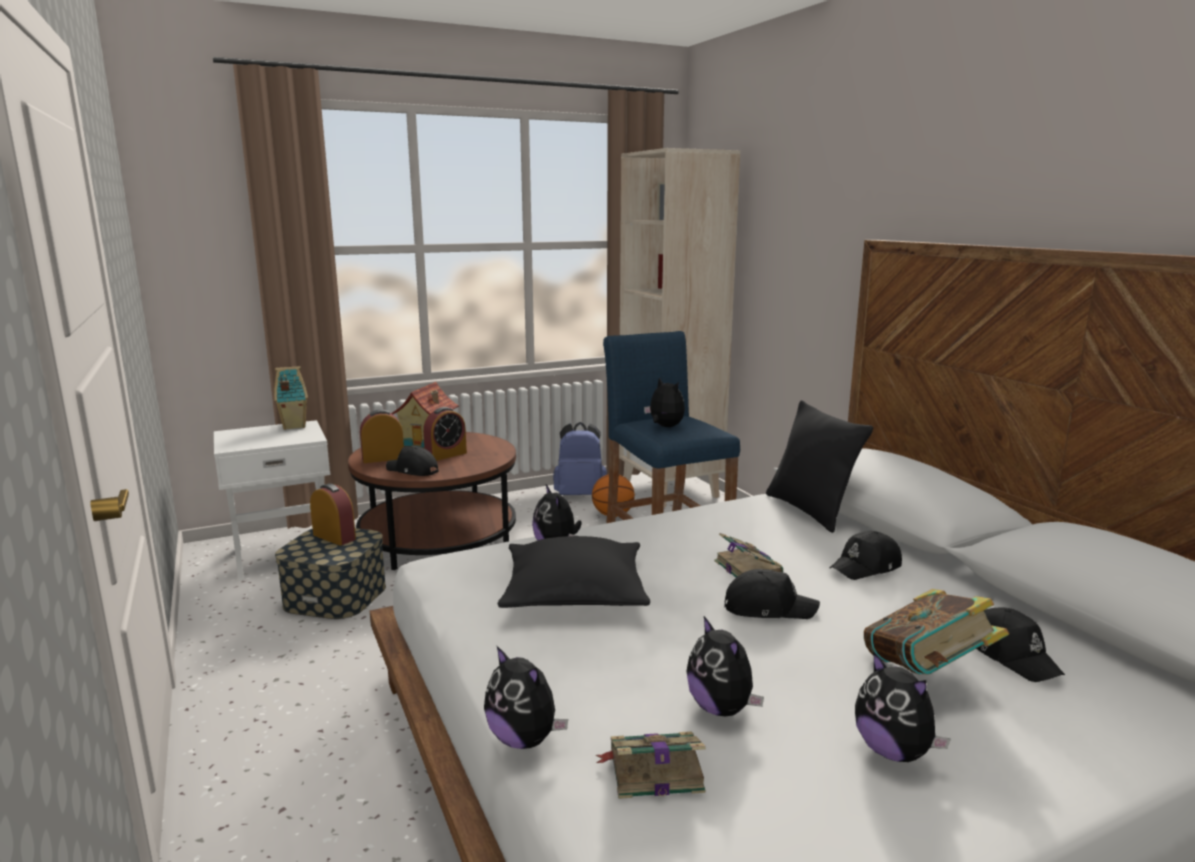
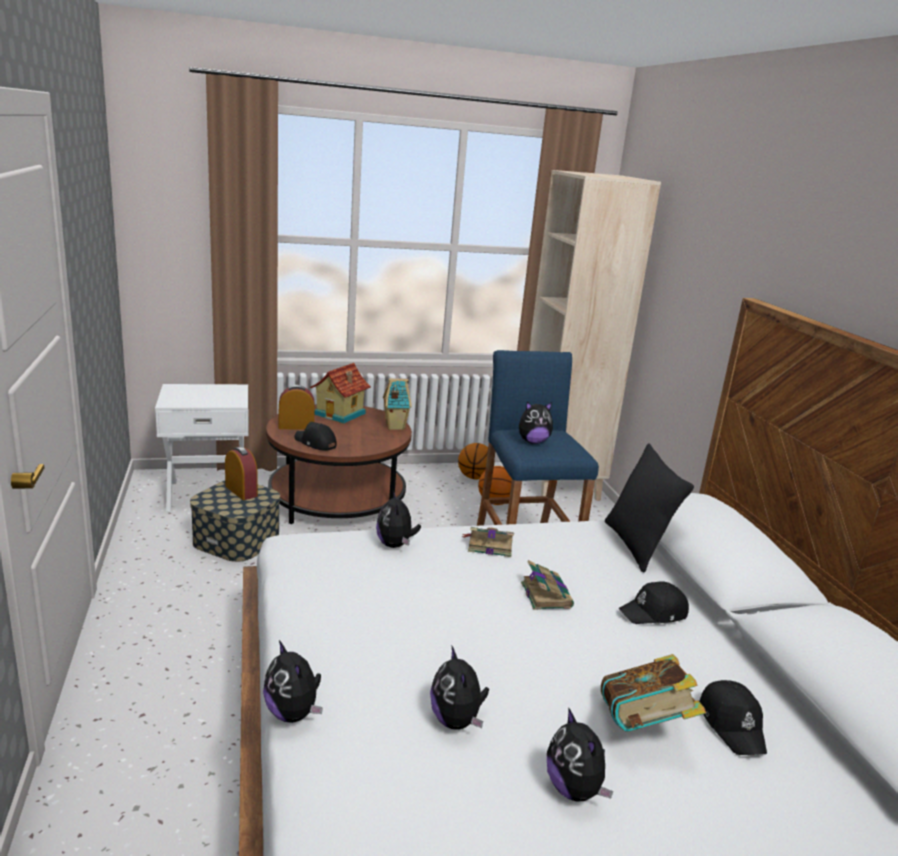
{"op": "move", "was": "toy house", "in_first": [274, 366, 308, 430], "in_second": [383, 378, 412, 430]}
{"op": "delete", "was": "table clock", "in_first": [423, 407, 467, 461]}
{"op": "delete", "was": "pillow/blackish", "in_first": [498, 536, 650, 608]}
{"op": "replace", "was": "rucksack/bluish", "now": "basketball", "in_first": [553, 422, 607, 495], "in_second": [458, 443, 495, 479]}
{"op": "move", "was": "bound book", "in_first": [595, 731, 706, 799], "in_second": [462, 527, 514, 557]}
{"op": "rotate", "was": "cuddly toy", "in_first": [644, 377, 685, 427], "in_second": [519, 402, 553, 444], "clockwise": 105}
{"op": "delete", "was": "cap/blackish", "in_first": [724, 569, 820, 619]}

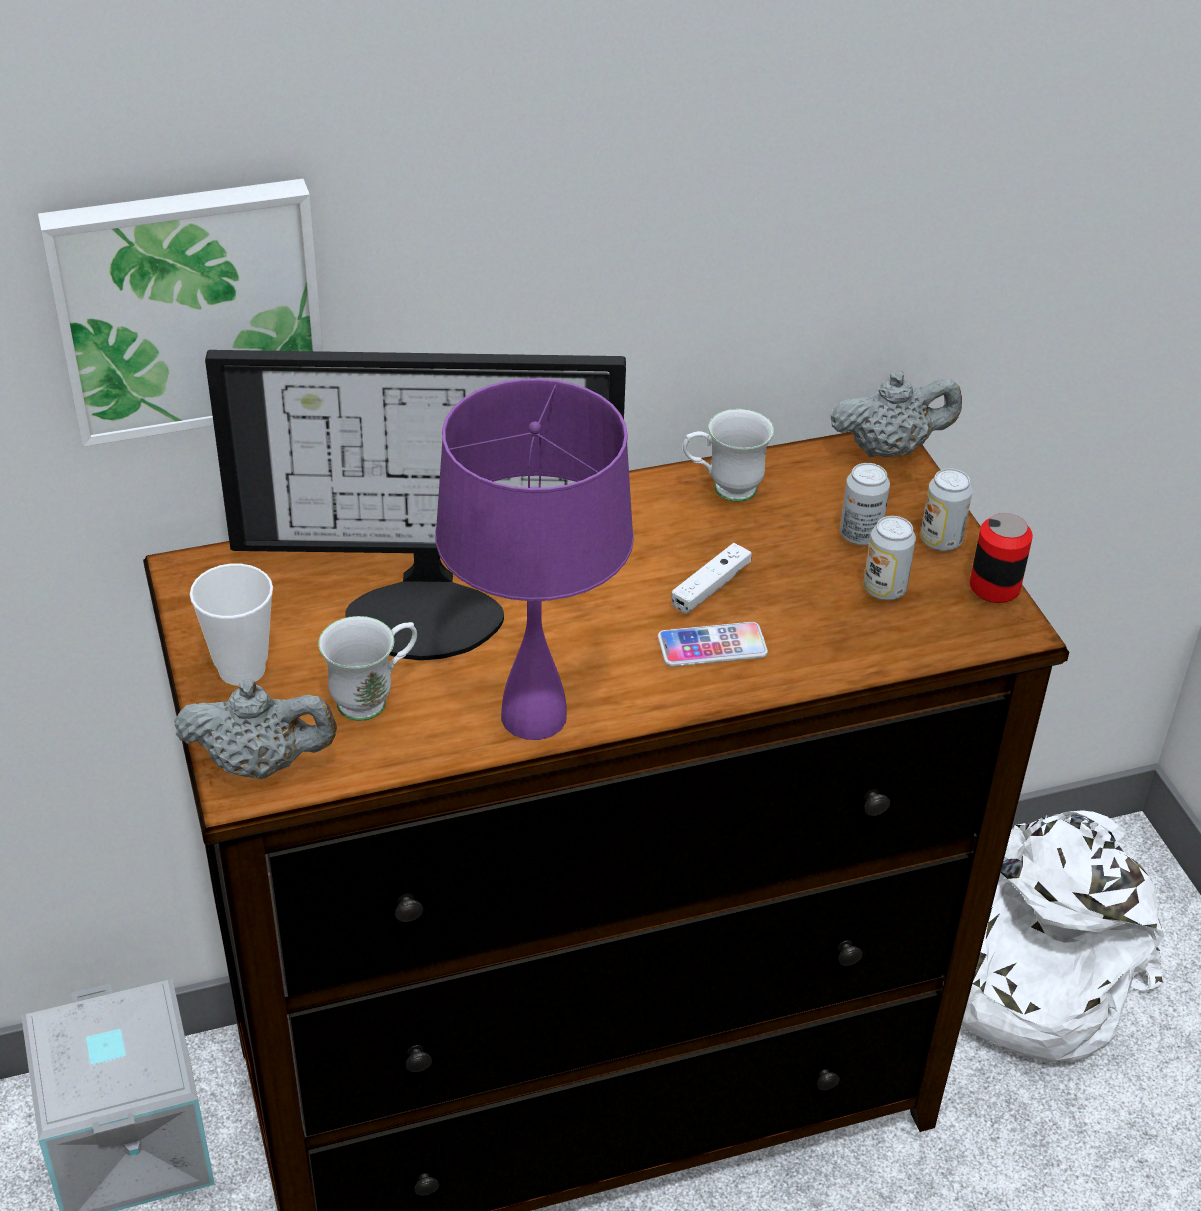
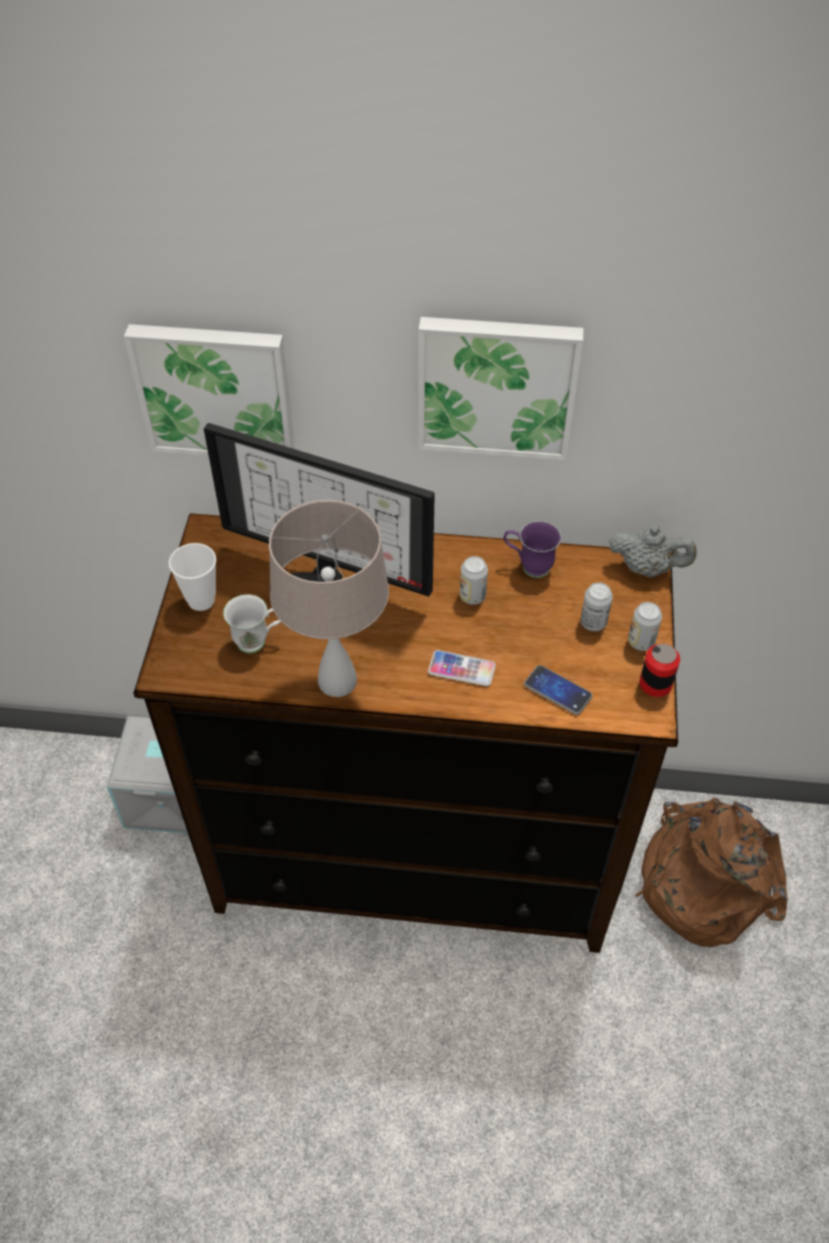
{"op": "delete", "was": "tea pot/greyish", "in_first": [174, 679, 337, 779]}
{"op": "recolor", "was": "table lamp/purple-coloured", "now": "table lamp/sand-coloured", "in_first": [435, 378, 634, 740], "in_second": [269, 500, 389, 697]}
{"op": "delete", "was": "game controller/whitish", "in_first": [671, 543, 752, 614]}
{"op": "recolor", "was": "coffee mug/whitish", "now": "coffee mug/purple-coloured", "in_first": [683, 409, 774, 502], "in_second": [504, 521, 561, 578]}
{"op": "move", "was": "can", "in_first": [864, 516, 916, 600], "in_second": [460, 556, 488, 605]}
{"op": "recolor", "was": "rucksack/whitish", "now": "rucksack/brown-coloured", "in_first": [961, 810, 1164, 1061], "in_second": [635, 798, 788, 947]}
{"op": "insert", "now": "picture", "in_second": [418, 317, 584, 460]}
{"op": "insert", "now": "handset", "in_second": [524, 665, 593, 715]}

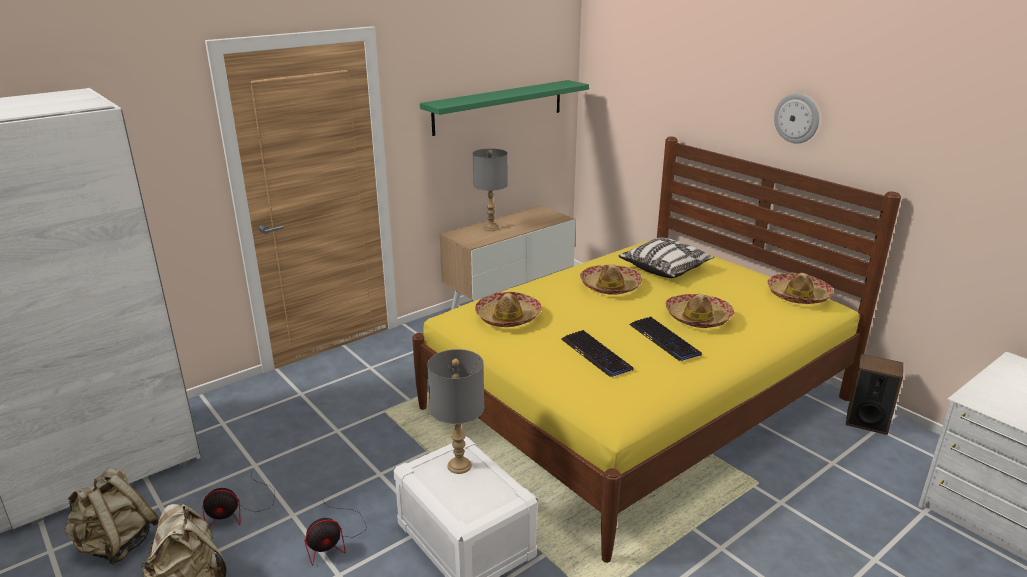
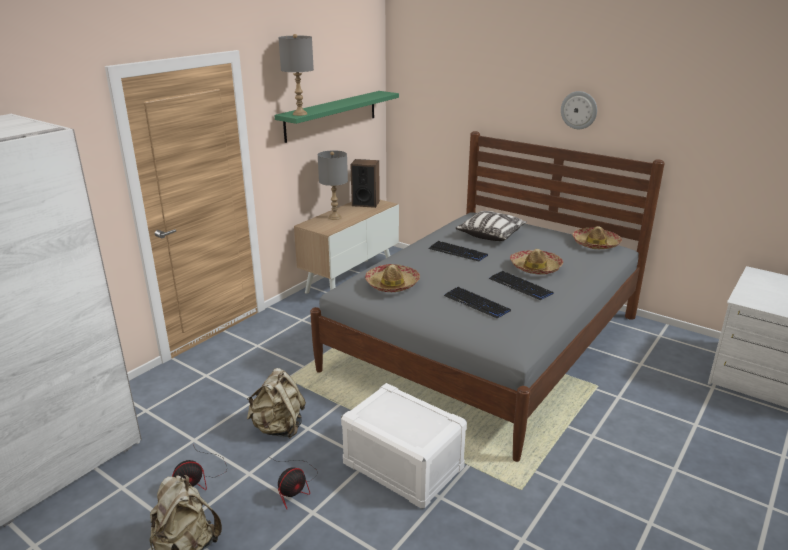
{"op": "move", "was": "rucksack/sand-coloured", "in_first": [65, 467, 159, 565], "in_second": [247, 368, 306, 439]}
{"op": "recolor", "was": "bedroom bed/yellow", "now": "bedroom bed/greyish", "in_first": [412, 137, 901, 563], "in_second": [310, 131, 665, 462]}
{"op": "move", "was": "table lamp/greyish", "in_first": [427, 349, 484, 474], "in_second": [278, 34, 314, 116]}
{"op": "replace", "was": "hat", "now": "keyboard", "in_first": [580, 264, 642, 295], "in_second": [429, 241, 488, 261]}
{"op": "move", "was": "loudspeaker", "in_first": [846, 354, 903, 435], "in_second": [350, 159, 380, 208]}

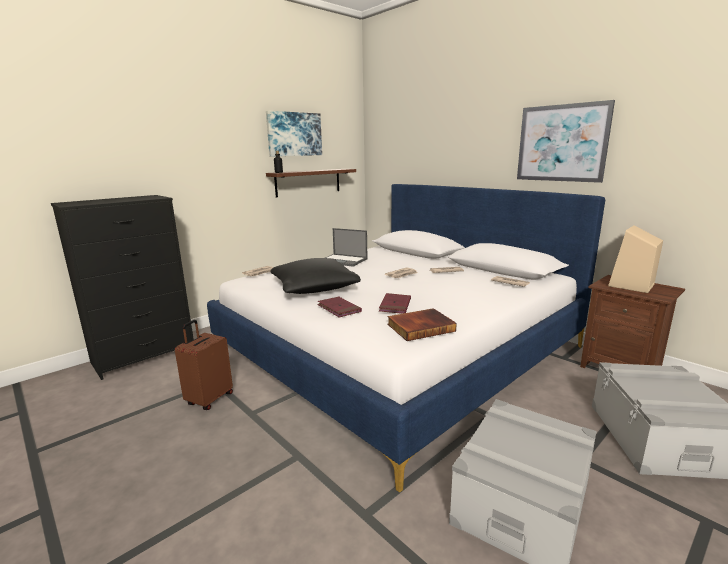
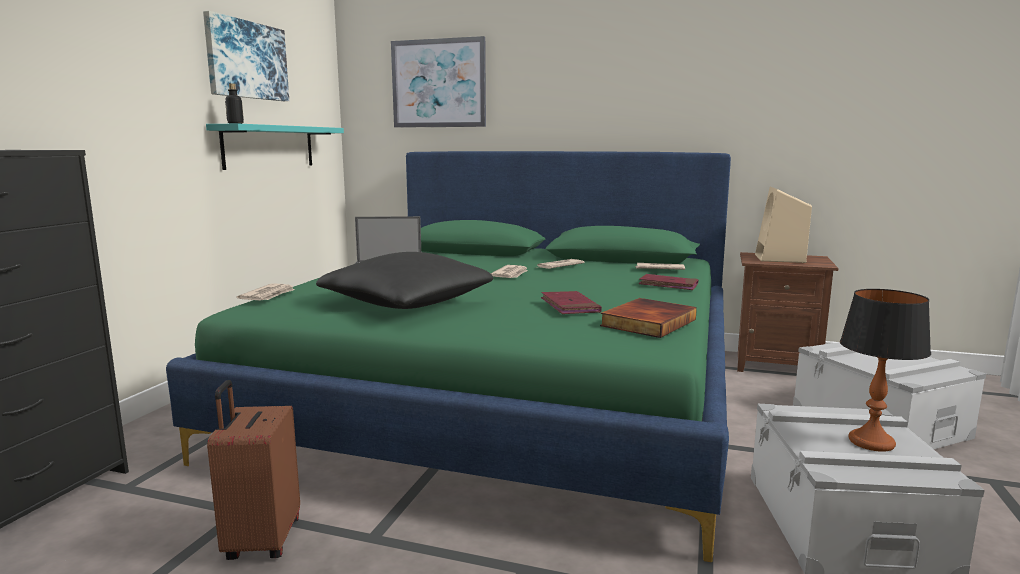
{"op": "recolor", "was": "bedroom bed/whitish", "now": "bedroom bed/green", "in_first": [207, 184, 605, 492], "in_second": [166, 151, 731, 562]}
{"op": "recolor", "was": "wall shelf/brown-coloured", "now": "wall shelf/turquoise-coloured", "in_first": [266, 169, 356, 197], "in_second": [206, 123, 344, 170]}
{"op": "move", "was": "bound book/red", "in_first": [317, 297, 362, 318], "in_second": [639, 274, 698, 290]}
{"op": "move", "was": "picture", "in_first": [517, 100, 615, 183], "in_second": [391, 36, 486, 128]}
{"op": "insert", "now": "table lamp", "in_second": [840, 289, 931, 452]}

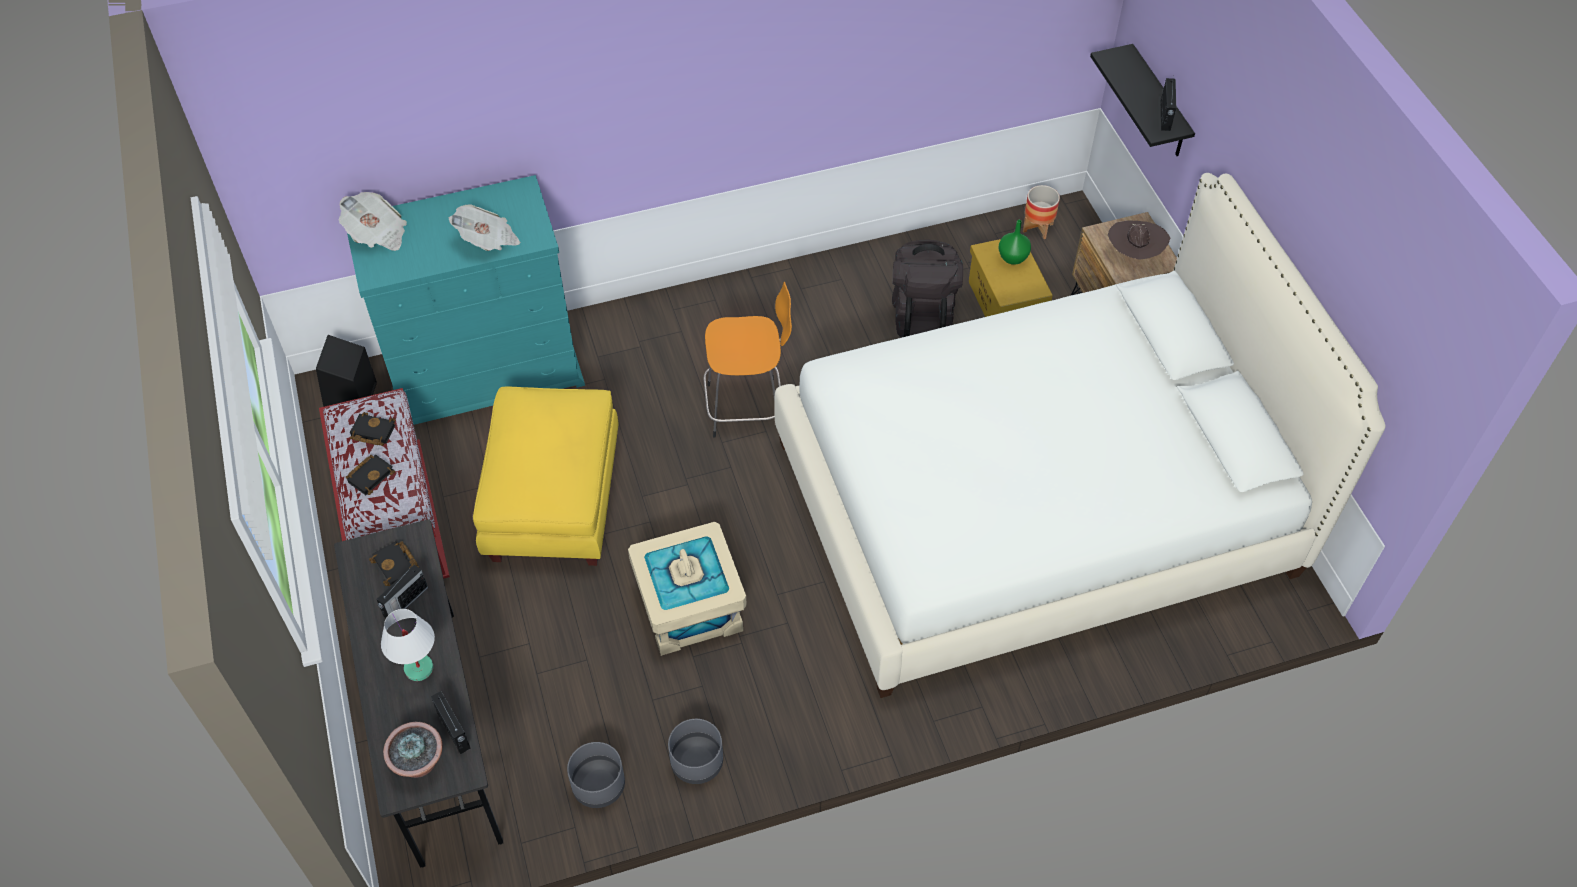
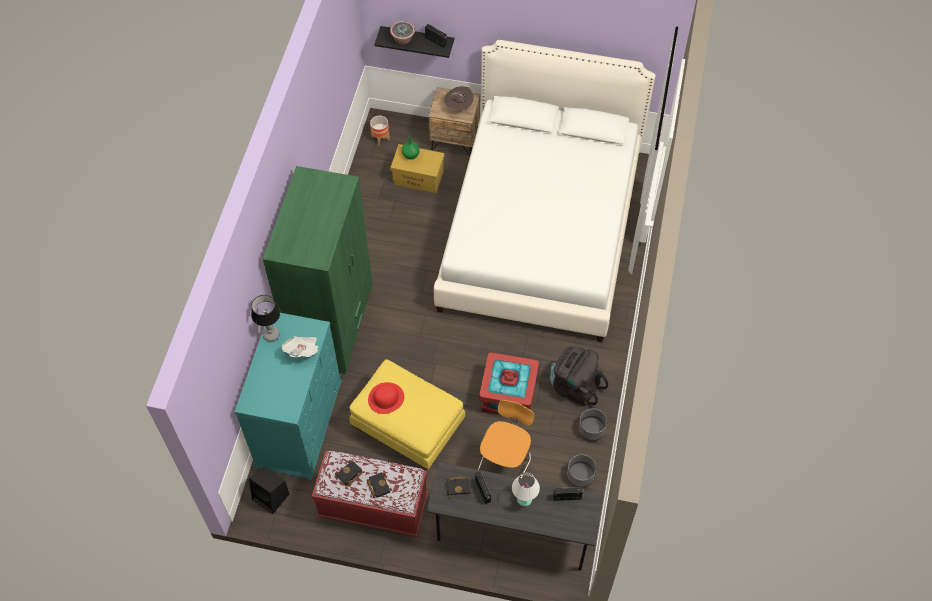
{"op": "delete", "was": "printed paper", "in_first": [339, 192, 407, 251]}
{"op": "move", "was": "houseplant", "in_first": [383, 722, 443, 778], "in_second": [390, 21, 415, 45]}
{"op": "recolor", "was": "storage bin/sand-coloured", "now": "storage bin/red", "in_first": [628, 522, 747, 656], "in_second": [479, 352, 539, 414]}
{"op": "move", "was": "sitting stool/orange-coloured", "in_first": [703, 282, 792, 438], "in_second": [478, 400, 534, 478]}
{"op": "move", "was": "rucksack/blackish", "in_first": [892, 240, 963, 338], "in_second": [550, 346, 608, 406]}
{"op": "insert", "now": "table lamp", "in_second": [251, 295, 280, 342]}
{"op": "insert", "now": "wardrobe/green", "in_second": [263, 166, 373, 374]}
{"op": "insert", "now": "hat/red", "in_second": [368, 382, 404, 414]}

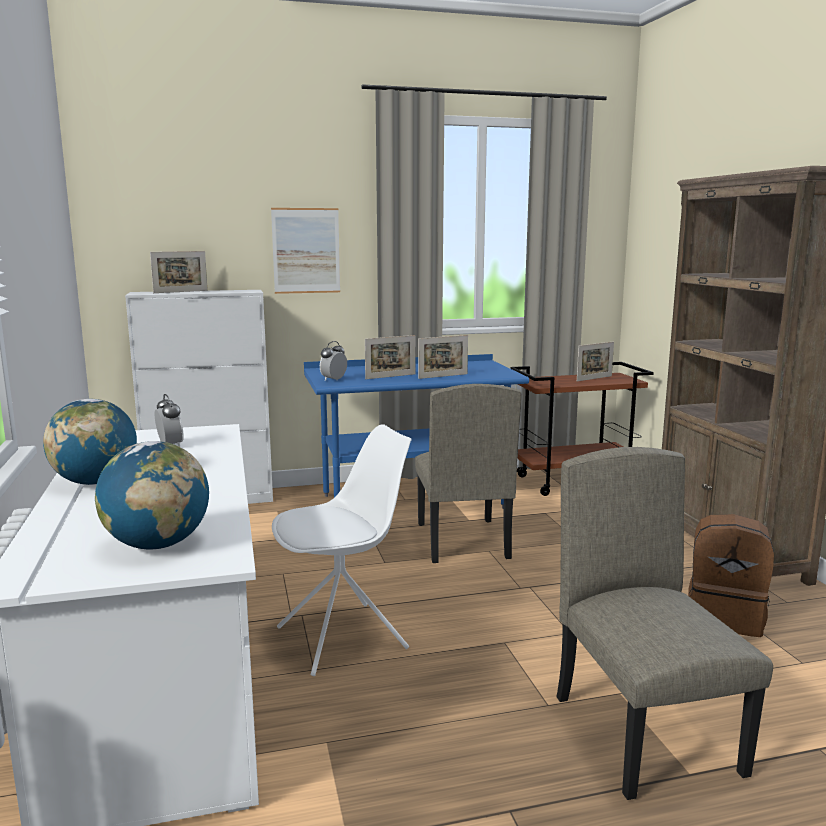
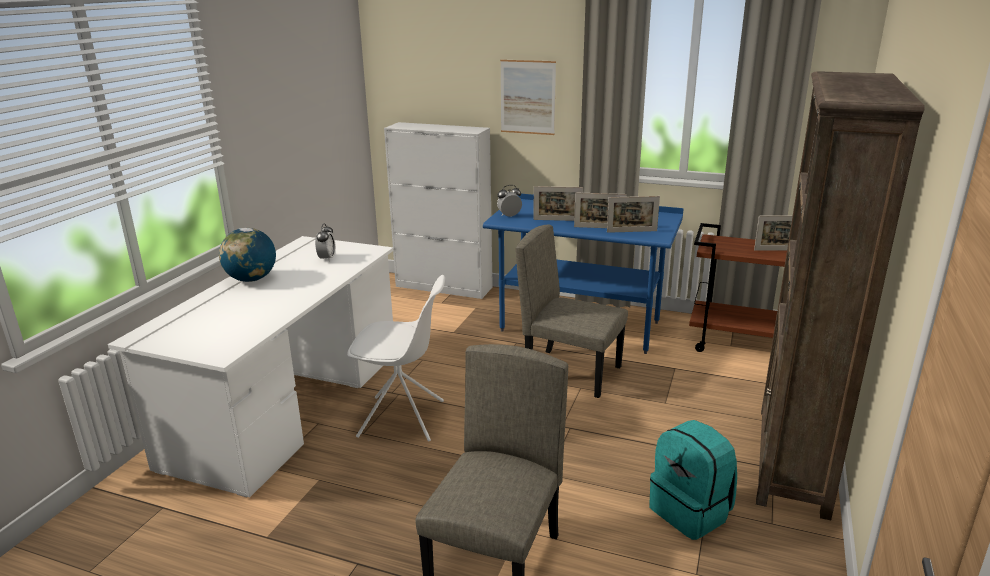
{"op": "delete", "was": "desk globe", "in_first": [95, 441, 209, 549]}
{"op": "move", "was": "photo frame", "in_first": [150, 251, 208, 293], "in_second": [607, 196, 660, 233]}
{"op": "rotate", "was": "upright chair/sand-coloured", "in_first": [415, 384, 522, 563], "in_second": [516, 225, 628, 398], "clockwise": 90}
{"op": "recolor", "was": "rucksack/brown-coloured", "now": "rucksack/turquoise-coloured", "in_first": [688, 514, 774, 637], "in_second": [649, 420, 737, 540]}

